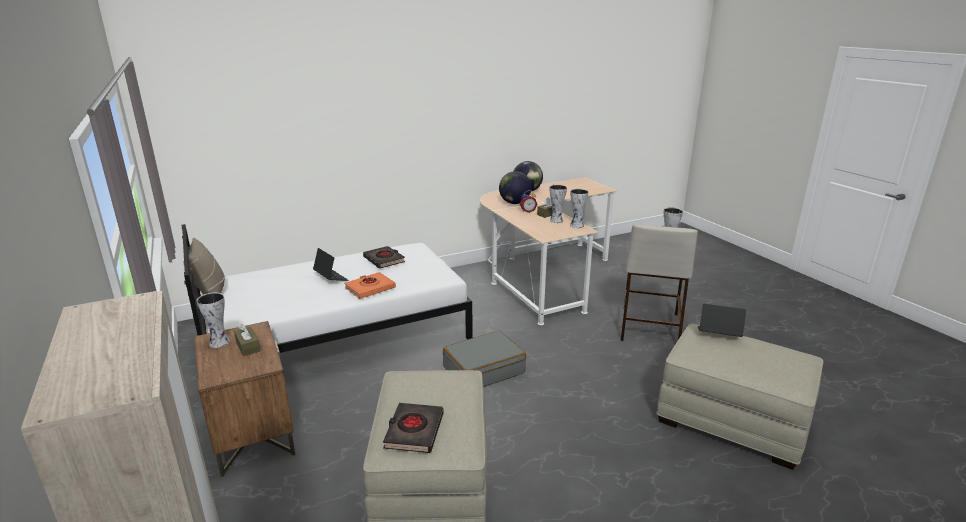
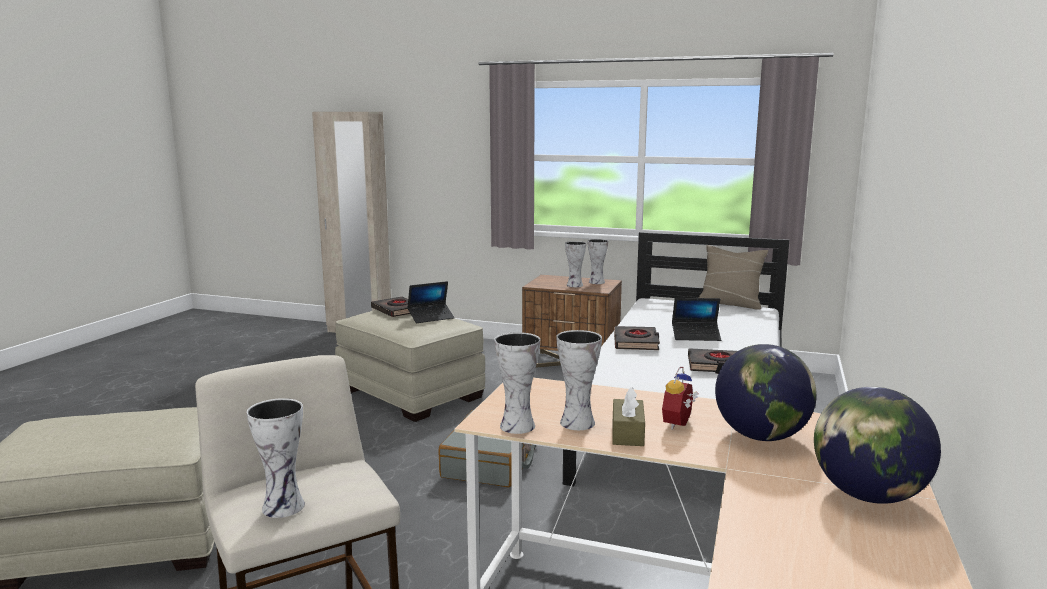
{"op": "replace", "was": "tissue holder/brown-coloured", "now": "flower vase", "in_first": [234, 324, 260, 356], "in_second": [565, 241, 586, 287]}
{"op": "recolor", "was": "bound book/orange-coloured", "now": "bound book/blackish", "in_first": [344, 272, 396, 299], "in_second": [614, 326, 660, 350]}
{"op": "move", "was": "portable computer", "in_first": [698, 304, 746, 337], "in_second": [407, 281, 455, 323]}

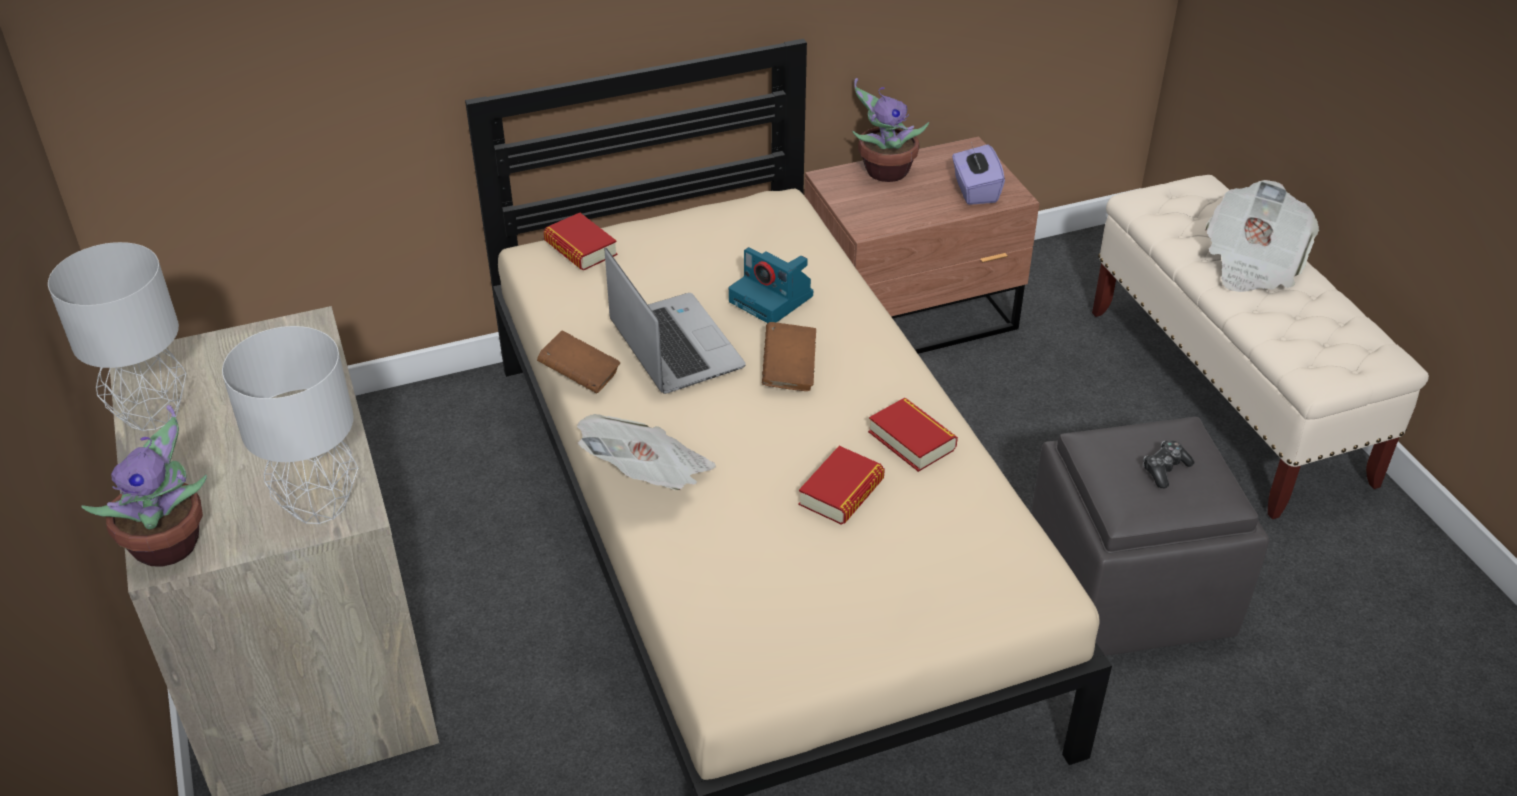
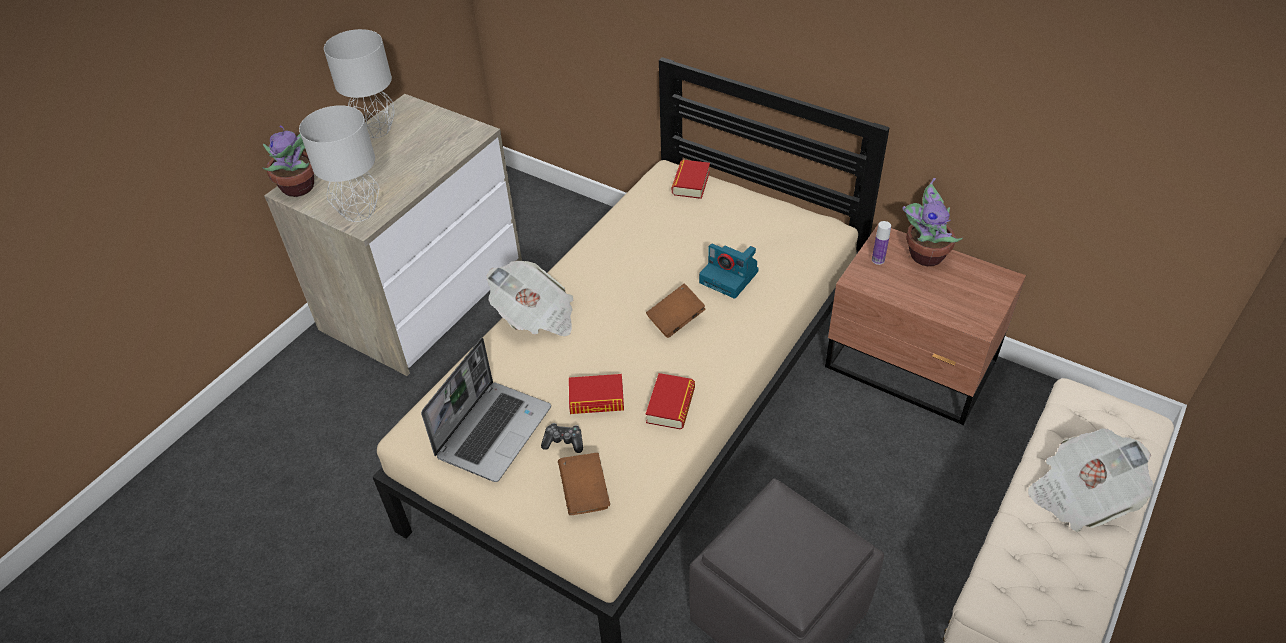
{"op": "move", "was": "bound book/brown-coloured", "in_first": [537, 330, 620, 393], "in_second": [558, 453, 610, 515]}
{"op": "move", "was": "portable computer", "in_first": [605, 248, 746, 394], "in_second": [421, 338, 551, 482]}
{"op": "rotate", "was": "photo camera", "in_first": [729, 247, 813, 323], "in_second": [699, 244, 759, 299], "clockwise": -60}
{"op": "delete", "was": "tissue holder/purple-coloured", "in_first": [952, 142, 1005, 205]}
{"op": "move", "was": "game controller", "in_first": [1143, 441, 1195, 488], "in_second": [541, 423, 583, 453]}
{"op": "insert", "now": "drink bottle", "in_second": [872, 221, 891, 265]}

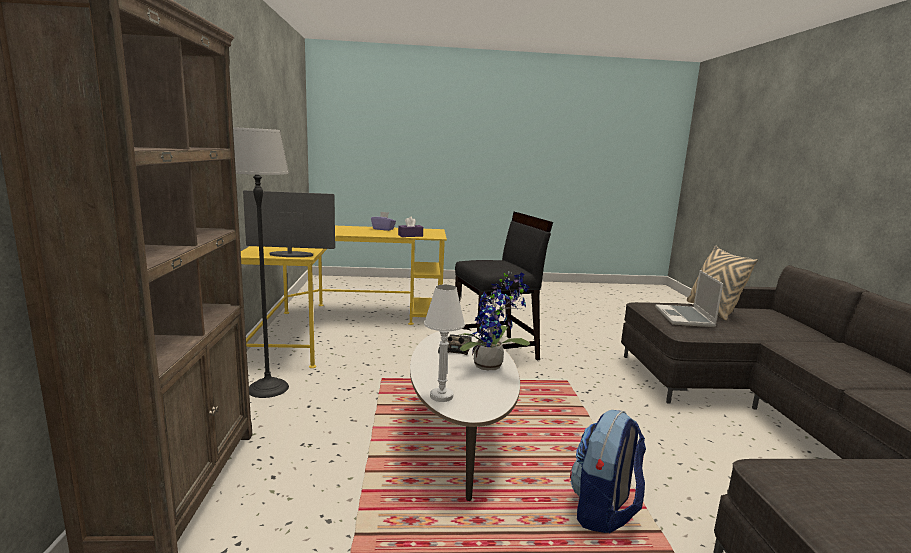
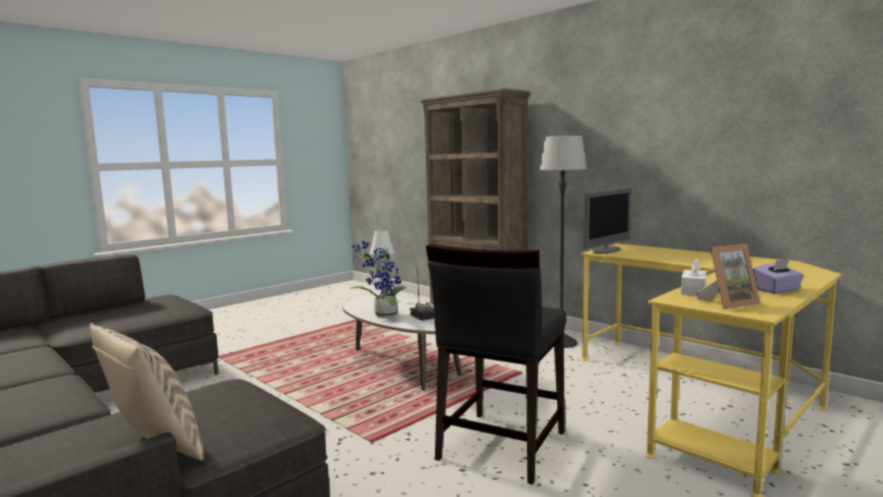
{"op": "recolor", "was": "tissue holder/purple-coloured", "now": "tissue holder/whitish", "in_first": [398, 217, 423, 237], "in_second": [681, 258, 706, 296]}
{"op": "delete", "was": "rucksack", "in_first": [570, 410, 646, 533]}
{"op": "delete", "was": "portable computer", "in_first": [655, 270, 723, 327]}
{"op": "insert", "now": "photo frame", "in_second": [697, 244, 760, 309]}

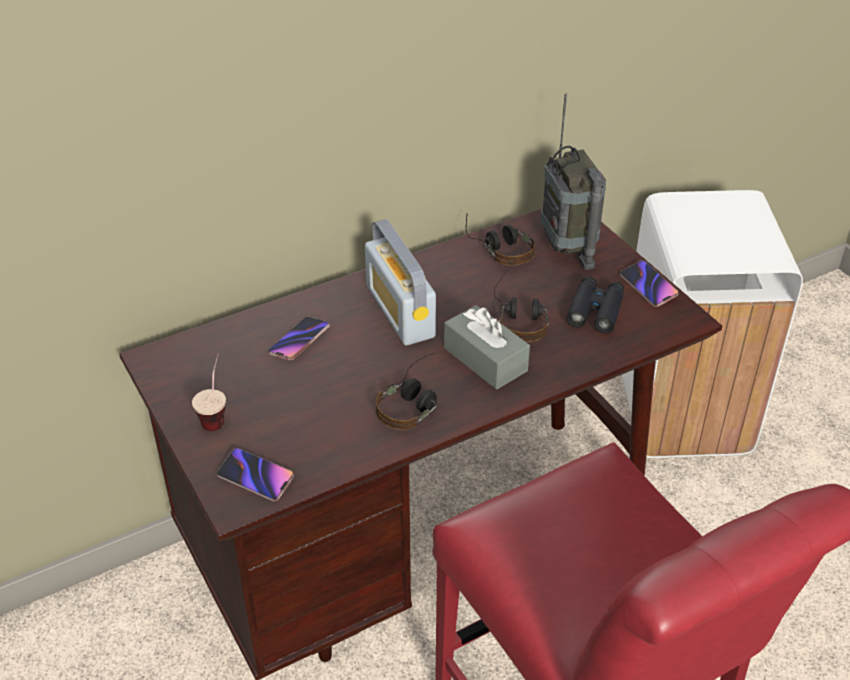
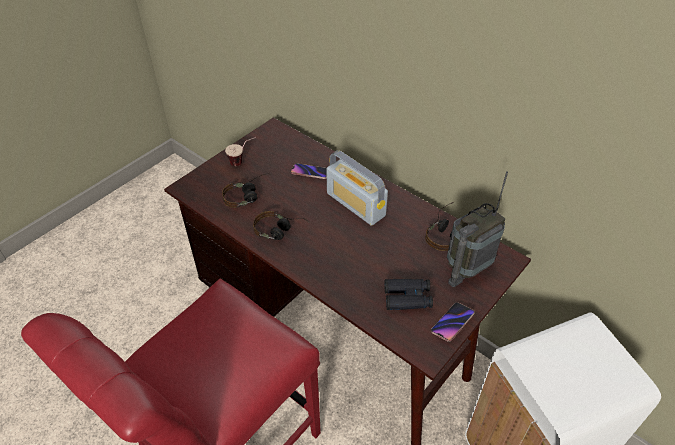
{"op": "delete", "was": "handset", "in_first": [216, 448, 294, 501]}
{"op": "rotate", "was": "radio receiver", "in_first": [365, 219, 436, 346], "in_second": [326, 150, 388, 226], "clockwise": -90}
{"op": "delete", "was": "tissue holder/greyish", "in_first": [444, 305, 530, 390]}
{"op": "move", "was": "headphones", "in_first": [494, 272, 549, 342], "in_second": [222, 173, 270, 208]}

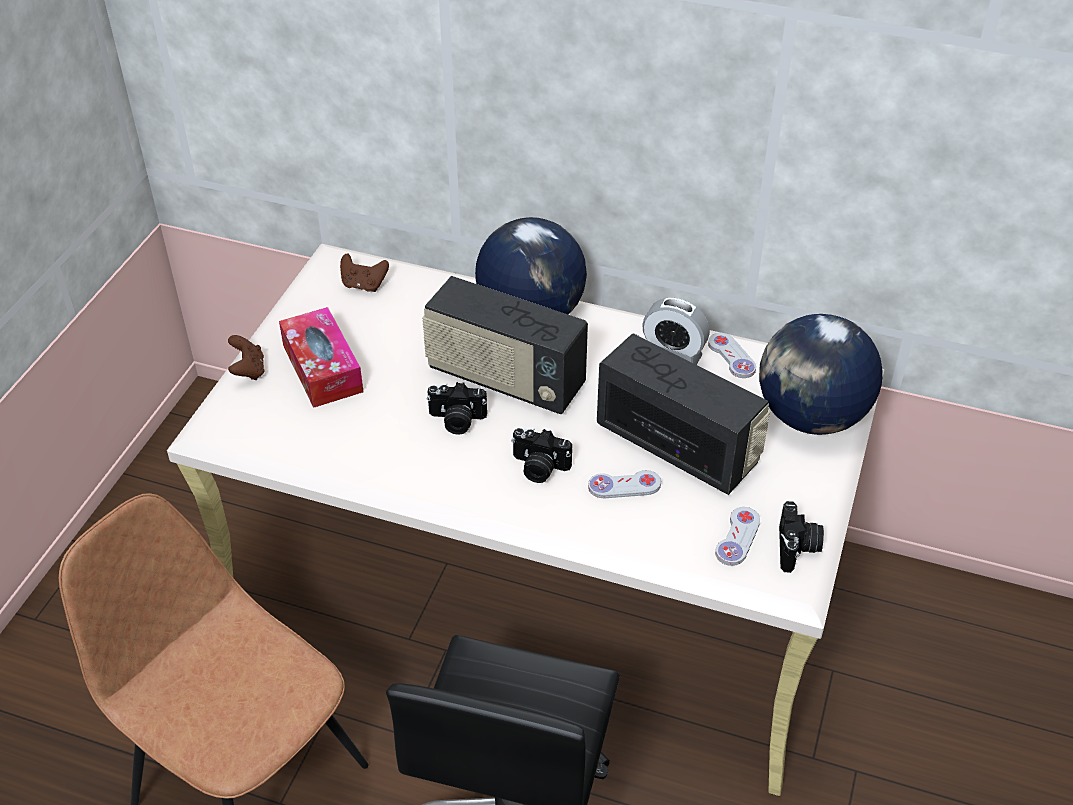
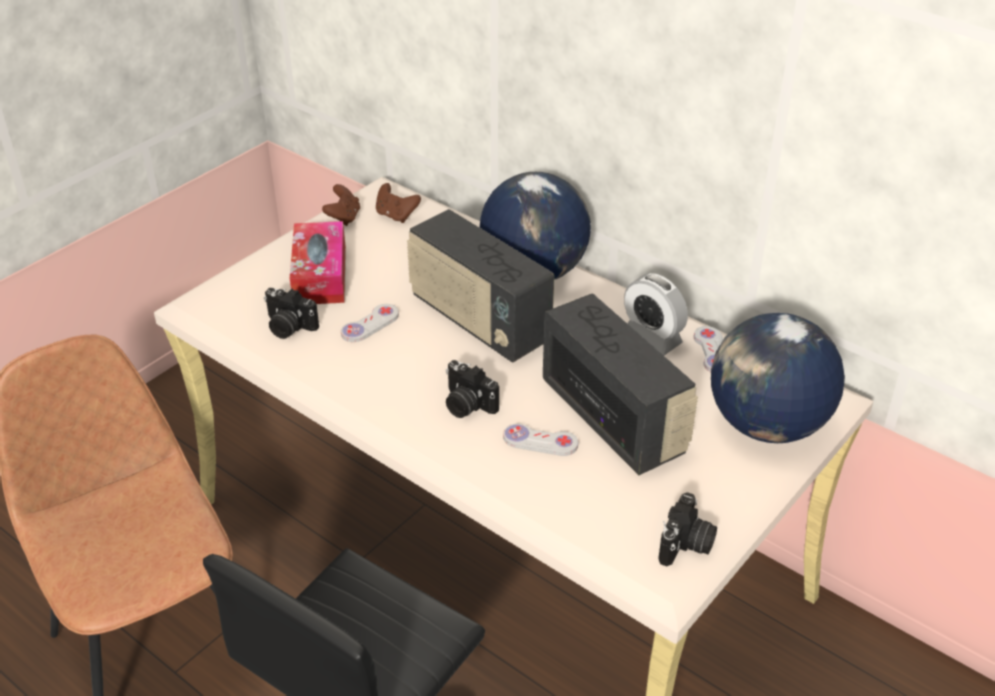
{"op": "move", "was": "game controller/brown-coloured", "in_first": [228, 335, 265, 380], "in_second": [322, 184, 360, 226]}
{"op": "move", "was": "photo camera", "in_first": [426, 382, 487, 435], "in_second": [264, 288, 319, 339]}
{"op": "move", "was": "game controller/whitish", "in_first": [715, 507, 760, 566], "in_second": [341, 304, 399, 342]}

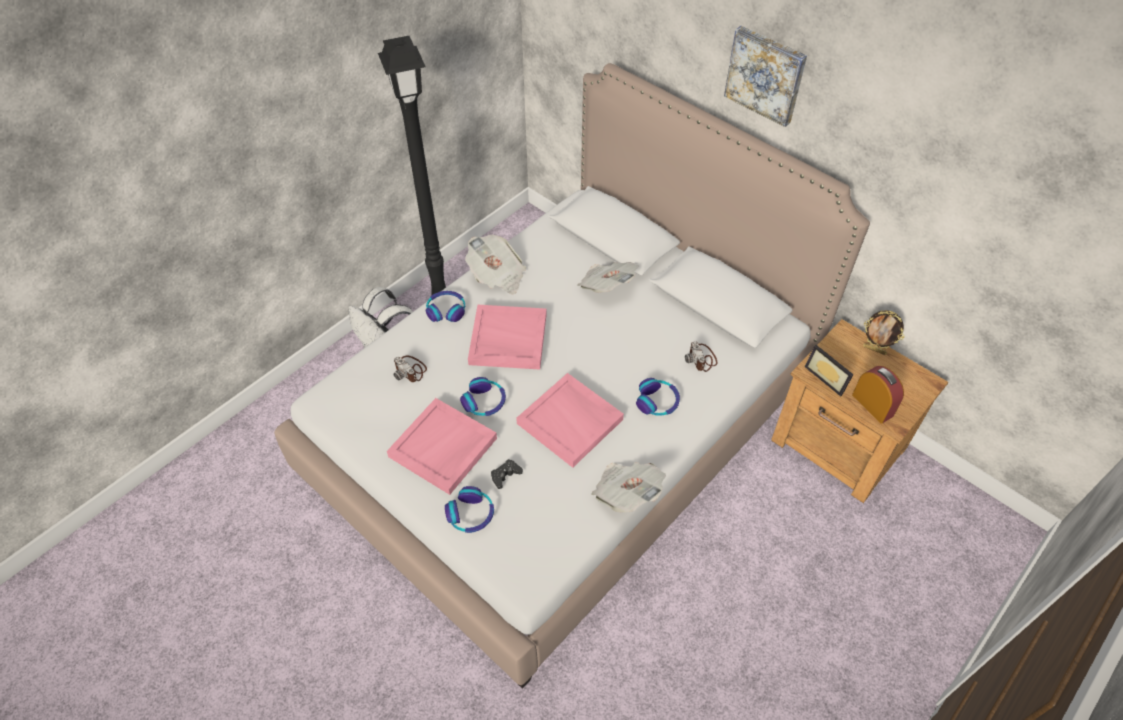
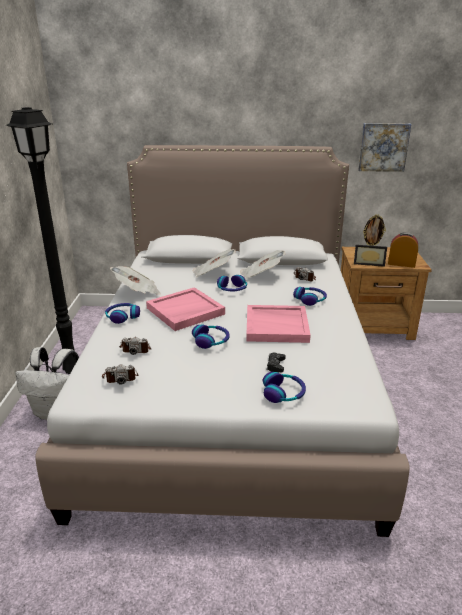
{"op": "delete", "was": "carrying tray/pink-coloured", "in_first": [387, 398, 497, 495]}
{"op": "move", "was": "printed paper", "in_first": [592, 462, 666, 512], "in_second": [240, 250, 286, 279]}
{"op": "move", "was": "picture", "in_first": [724, 26, 807, 127], "in_second": [358, 123, 411, 172]}
{"op": "insert", "now": "photo camera", "in_second": [102, 364, 139, 385]}
{"op": "insert", "now": "headphones", "in_second": [217, 275, 247, 291]}

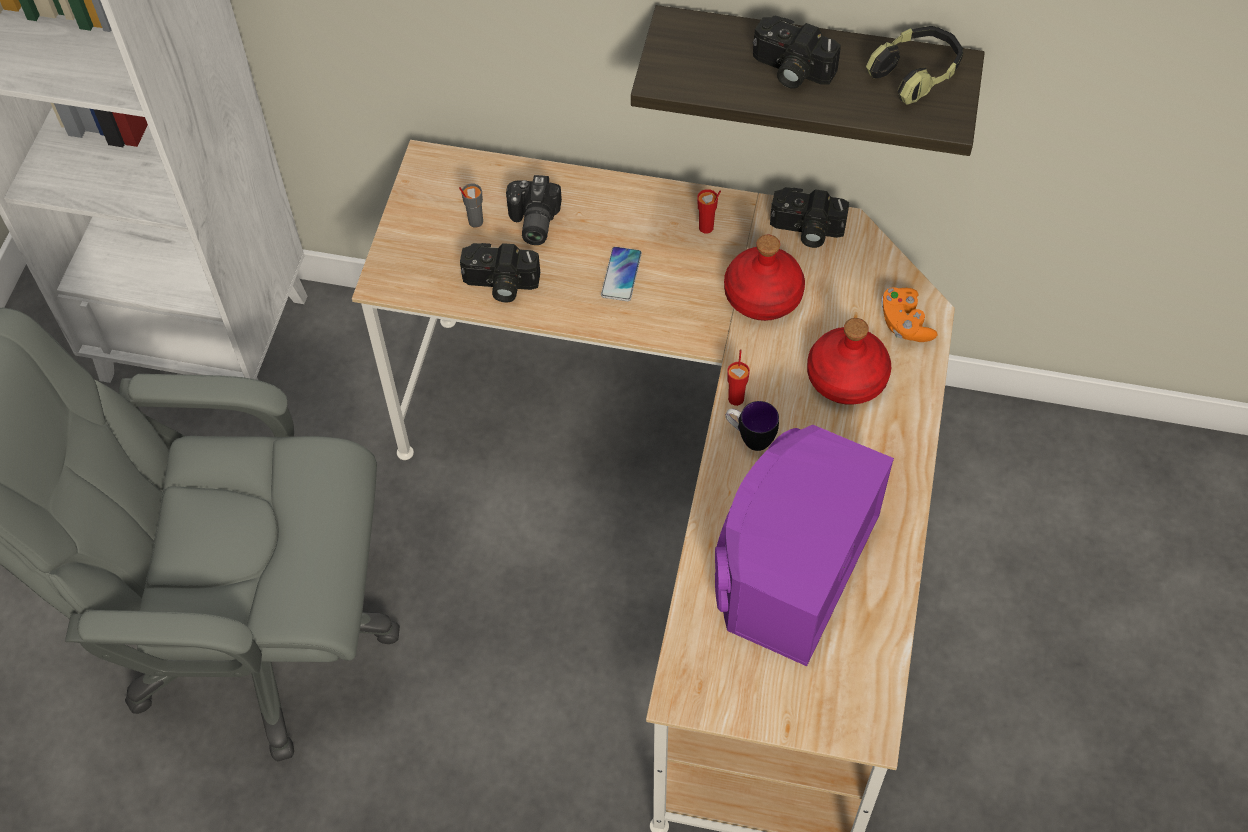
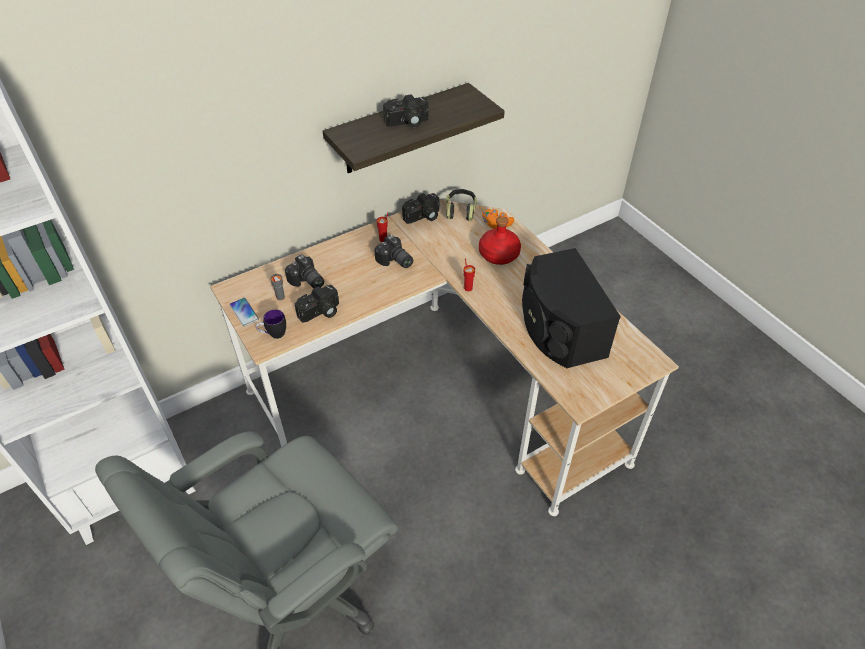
{"op": "move", "was": "handset", "in_first": [601, 247, 642, 301], "in_second": [230, 298, 259, 326]}
{"op": "recolor", "was": "loudspeaker/purple-coloured", "now": "loudspeaker/blackish", "in_first": [715, 425, 894, 666], "in_second": [522, 248, 621, 368]}
{"op": "delete", "was": "drink bottle/red", "in_first": [724, 235, 805, 321]}
{"op": "move", "was": "coffee mug", "in_first": [726, 401, 779, 451], "in_second": [256, 310, 286, 339]}
{"op": "move", "was": "headphones", "in_first": [866, 26, 963, 105], "in_second": [446, 189, 477, 221]}
{"op": "insert", "now": "photo camera", "in_second": [374, 235, 413, 268]}

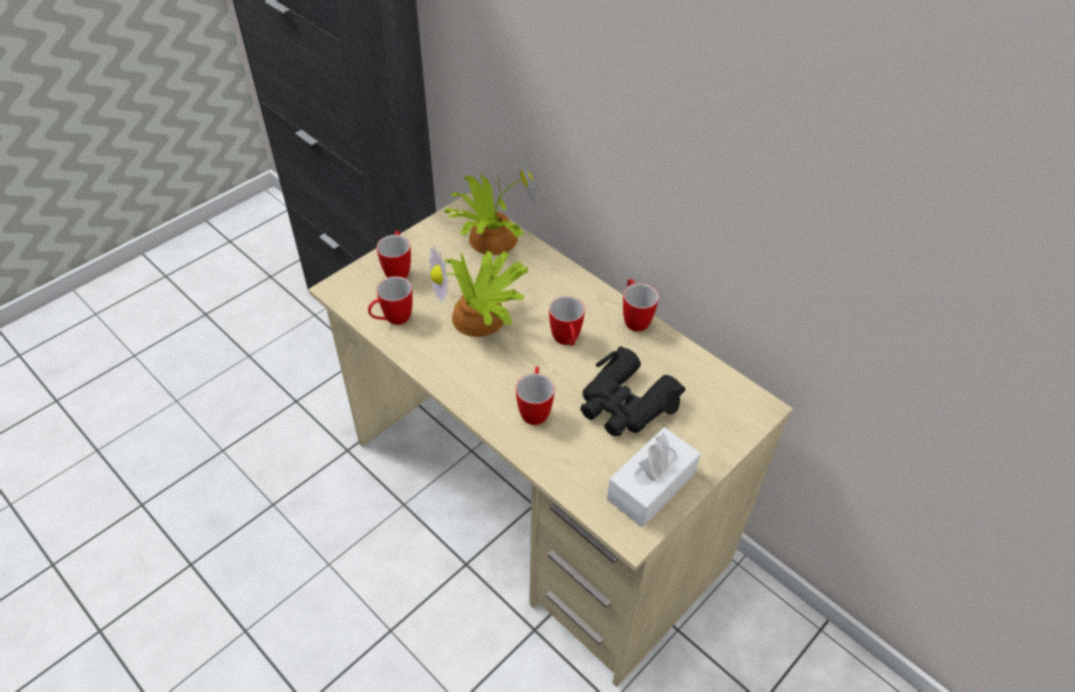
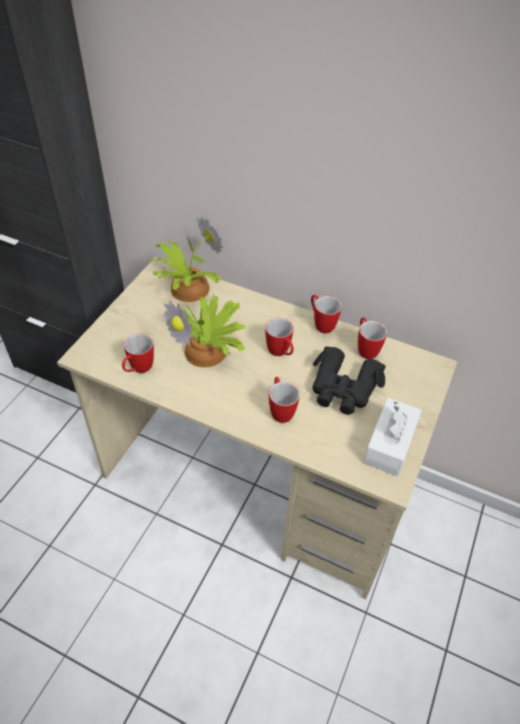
{"op": "move", "was": "coffee mug", "in_first": [376, 231, 411, 278], "in_second": [358, 317, 387, 359]}

